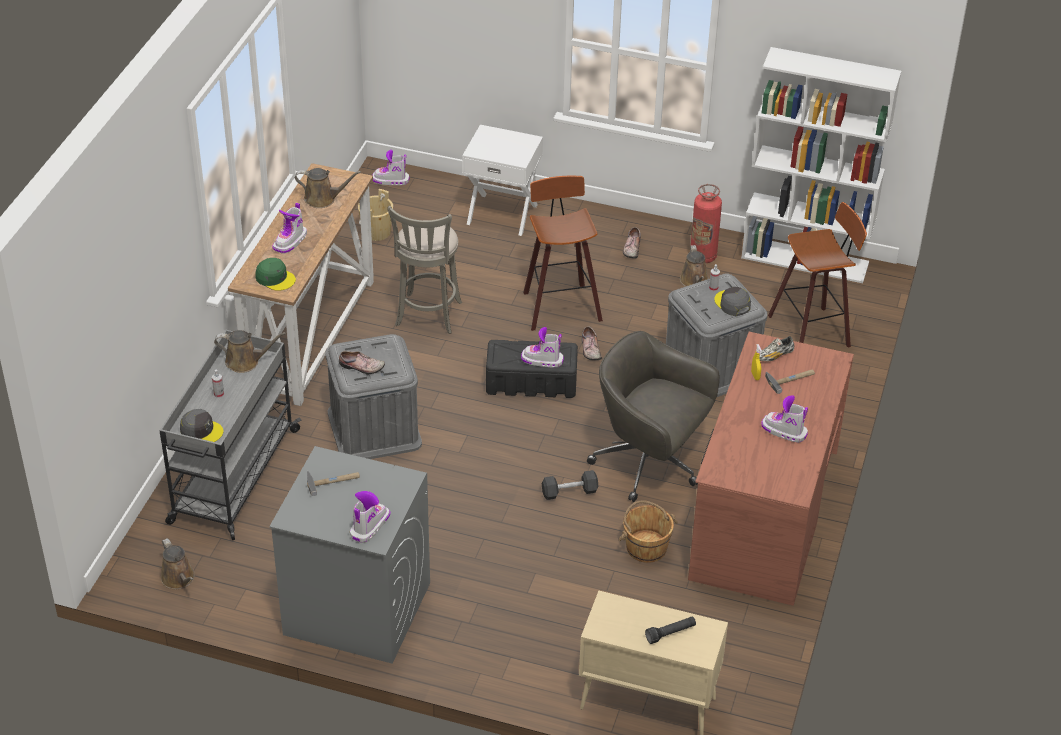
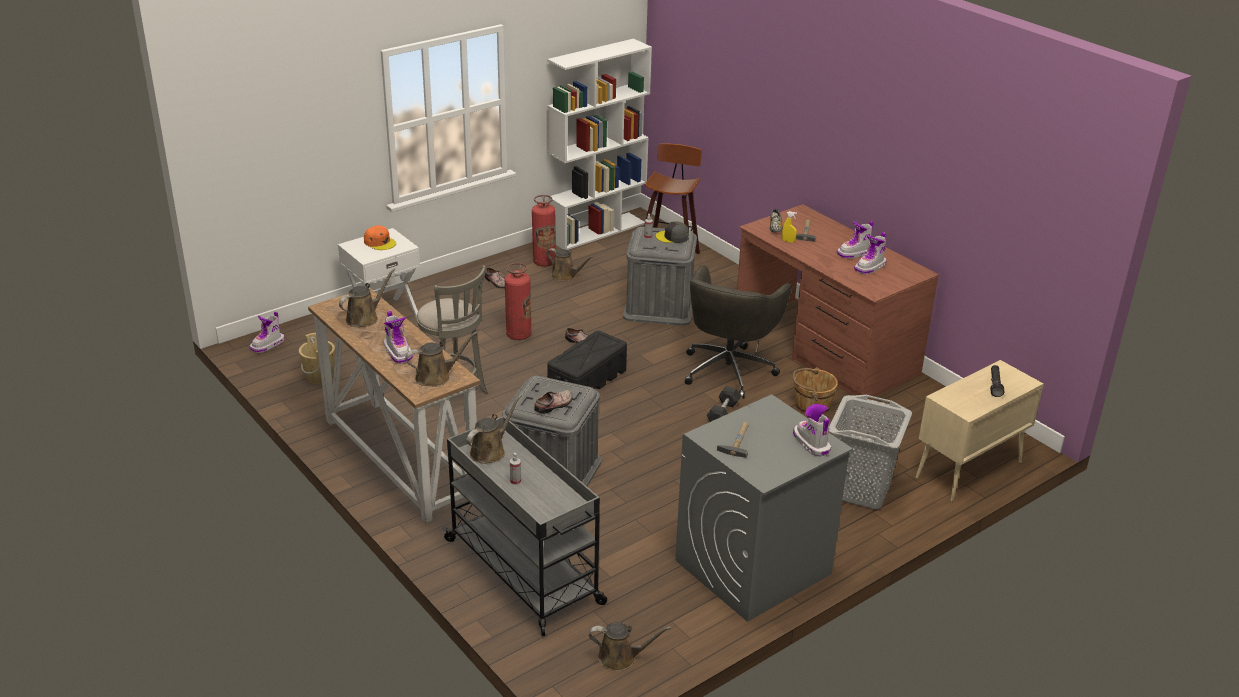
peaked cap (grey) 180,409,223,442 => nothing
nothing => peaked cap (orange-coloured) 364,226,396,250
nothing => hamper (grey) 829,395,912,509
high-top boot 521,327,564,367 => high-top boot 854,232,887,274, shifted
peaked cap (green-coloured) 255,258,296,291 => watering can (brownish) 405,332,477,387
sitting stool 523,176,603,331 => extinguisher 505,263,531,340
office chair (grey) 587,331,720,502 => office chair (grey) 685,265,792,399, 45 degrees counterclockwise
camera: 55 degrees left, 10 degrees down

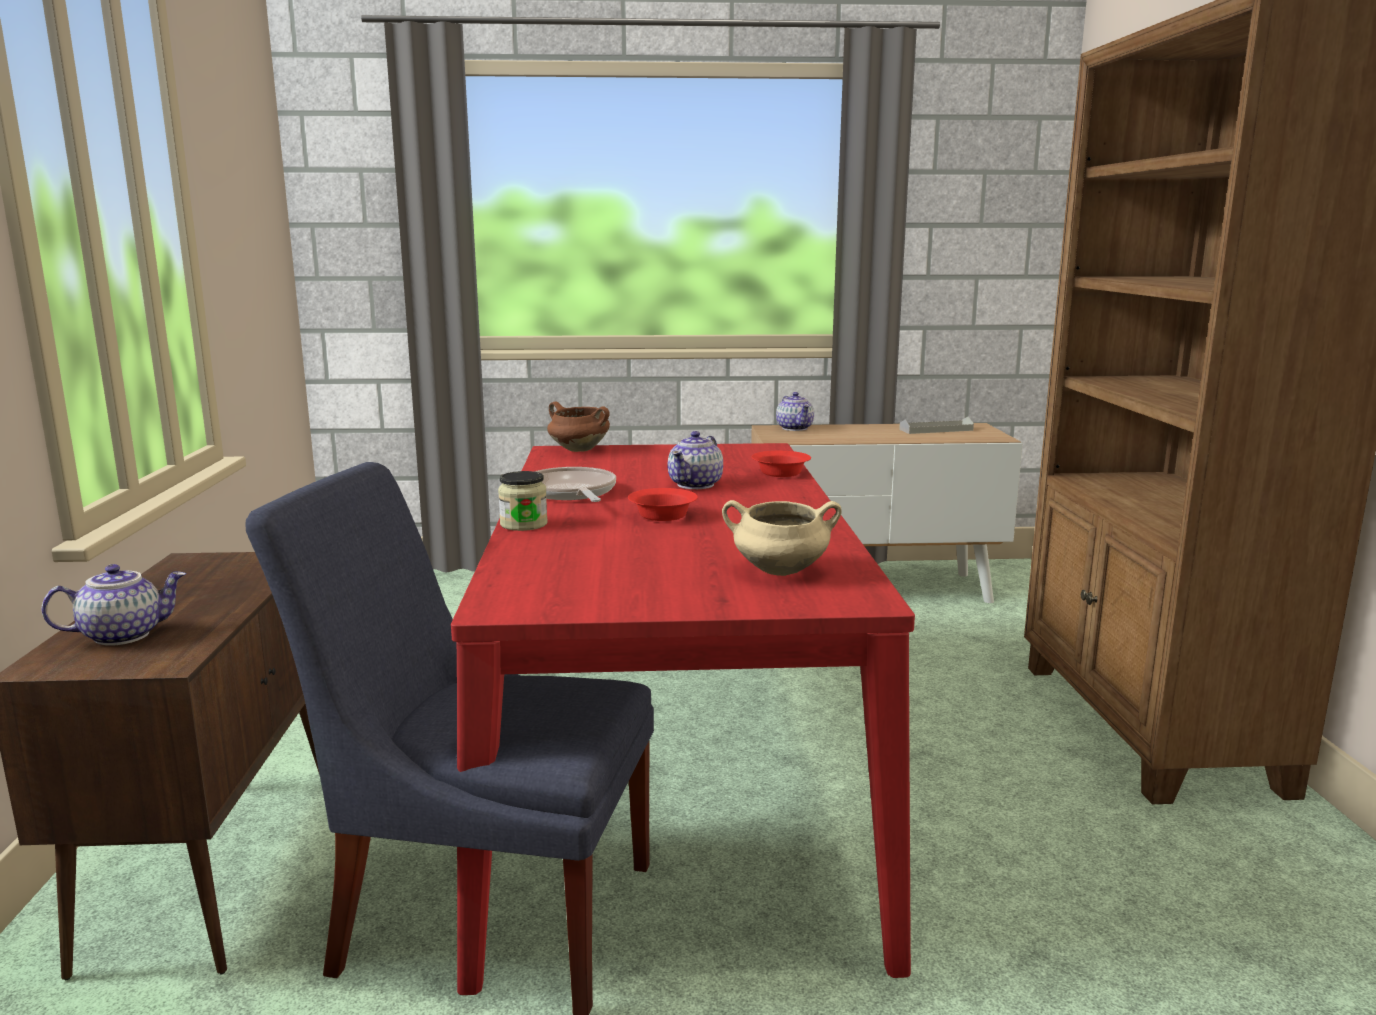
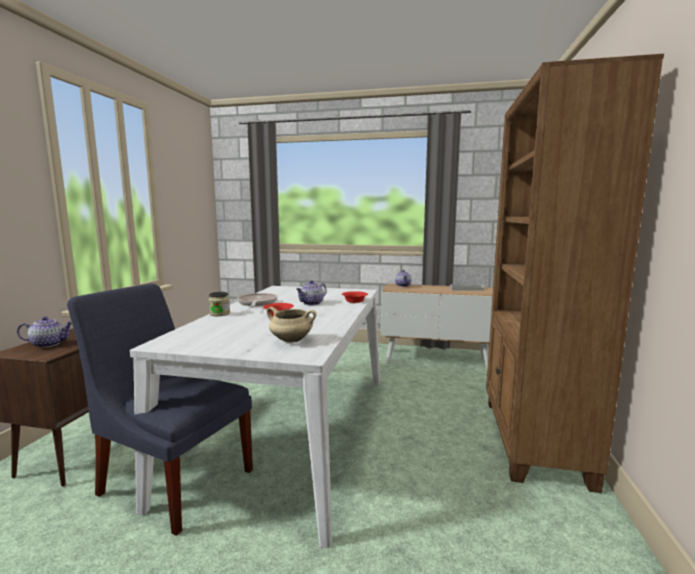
stockpot (brownish) 547,401,610,452 => nothing
dining table (red-coloured) 451,443,915,995 => dining table (white-coloured) 130,286,380,548
camera: 15 degrees right, 5 degrees down

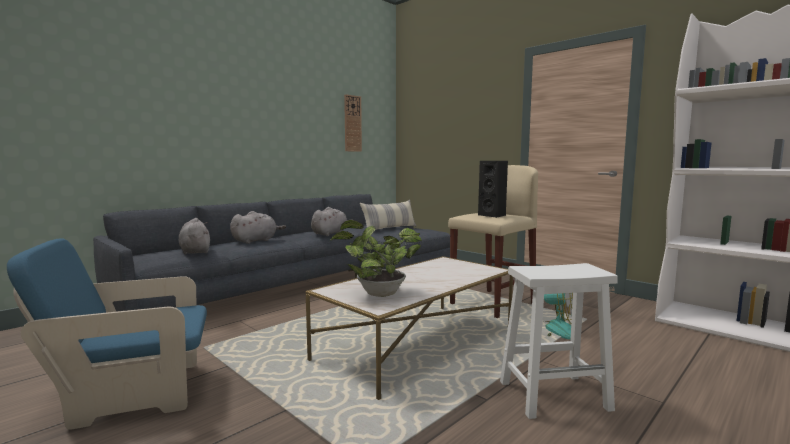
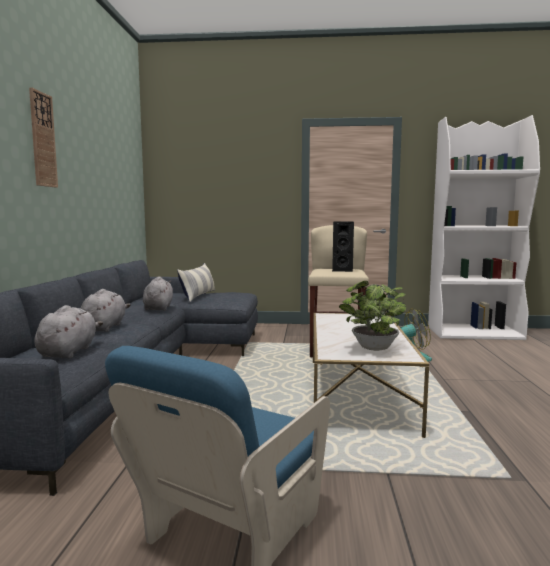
sitting stool (white-coloured) 500,263,618,419 => nothing
clock on the wall 344,94,362,152 => clock on the wall 29,87,58,188, shifted
plush toy (grey) 179,218,210,254 => plush toy (grey) 34,305,103,359, 75 degrees clockwise
camera: 40 degrees left, 0 degrees up

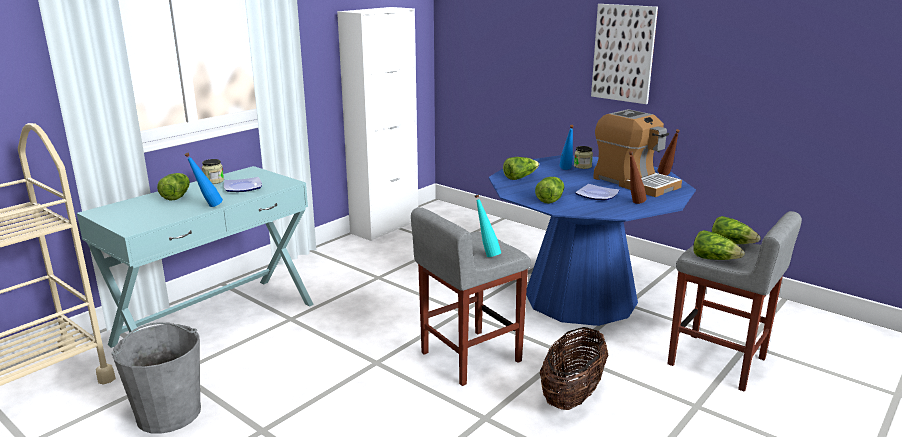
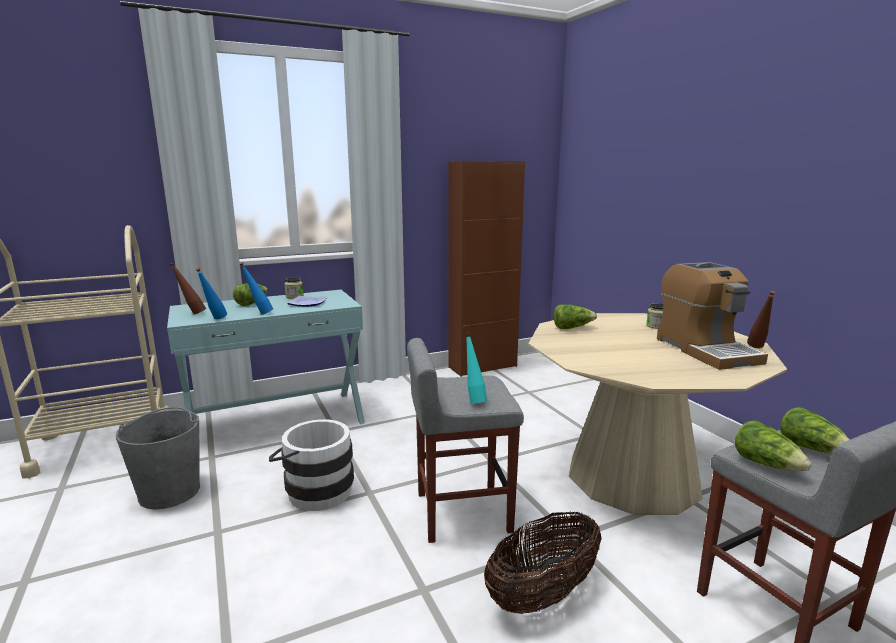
lettuce 535,177,564,204 => nothing
dinner plate 575,184,619,200 => nothing
picture 591,4,658,104 => nothing
nothing => water bucket (white-coloured) 269,419,354,511
beverage bottle (blue) 559,125,574,170 => beverage bottle (blue) 196,268,227,319, shifted
beverage bottle (brownish) 629,151,646,204 => beverage bottle (brownish) 170,263,206,315, shifted
cabinet (white-coloured) 337,7,418,241 => cabinet (brownish) 448,161,525,377
dining table (blue) 489,155,696,326 => dining table (beige) 528,313,787,515
camera: 25 degrees right, 5 degrees down

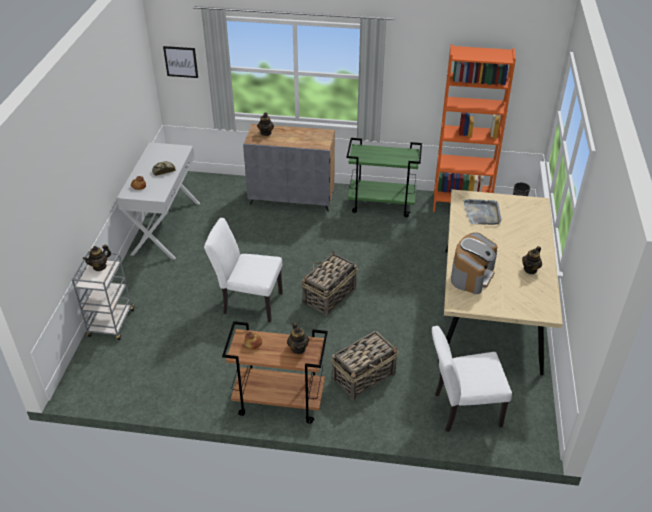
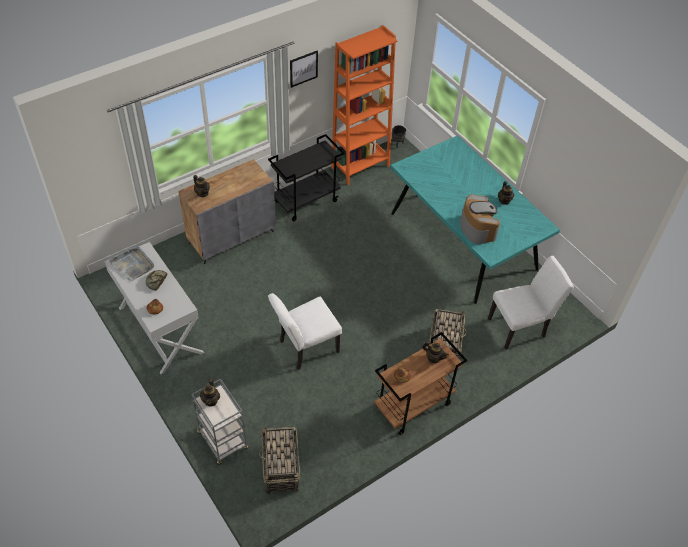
picture 163,46,198,78 => picture 290,50,318,88, shifted
storage basket 301,251,358,316 => storage basket 259,427,300,494, shifted
carrying tray (grey) 463,199,502,225 => carrying tray (grey) 109,246,154,282, shifted
trolley (green-coloured) 347,138,422,217 => trolley (blackish) 268,134,344,221
dining table (beige) 438,189,563,375 => dining table (blue-green) 390,135,560,304
plain chair (white-coloured) 432,326,512,432 => plain chair (white-coloured) 488,256,574,350, 150 degrees counterclockwise
camera: 45 degrees left, 10 degrees up

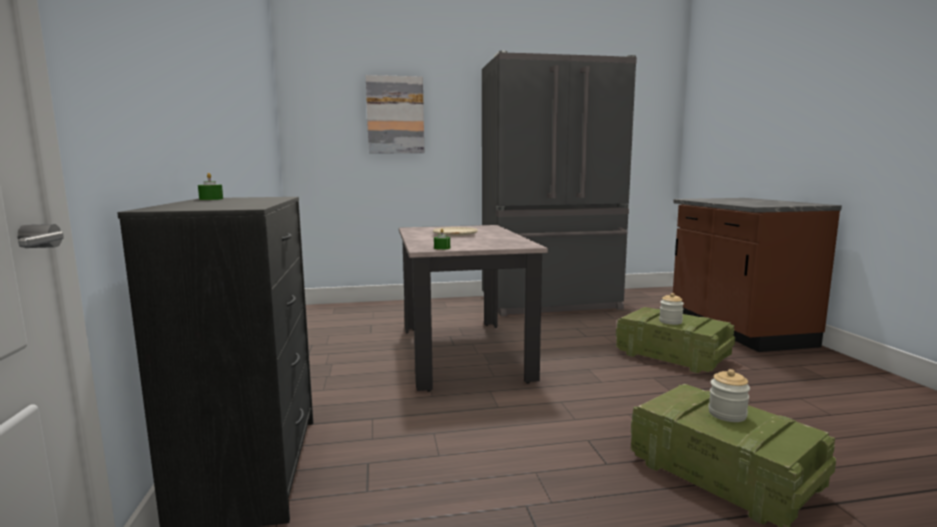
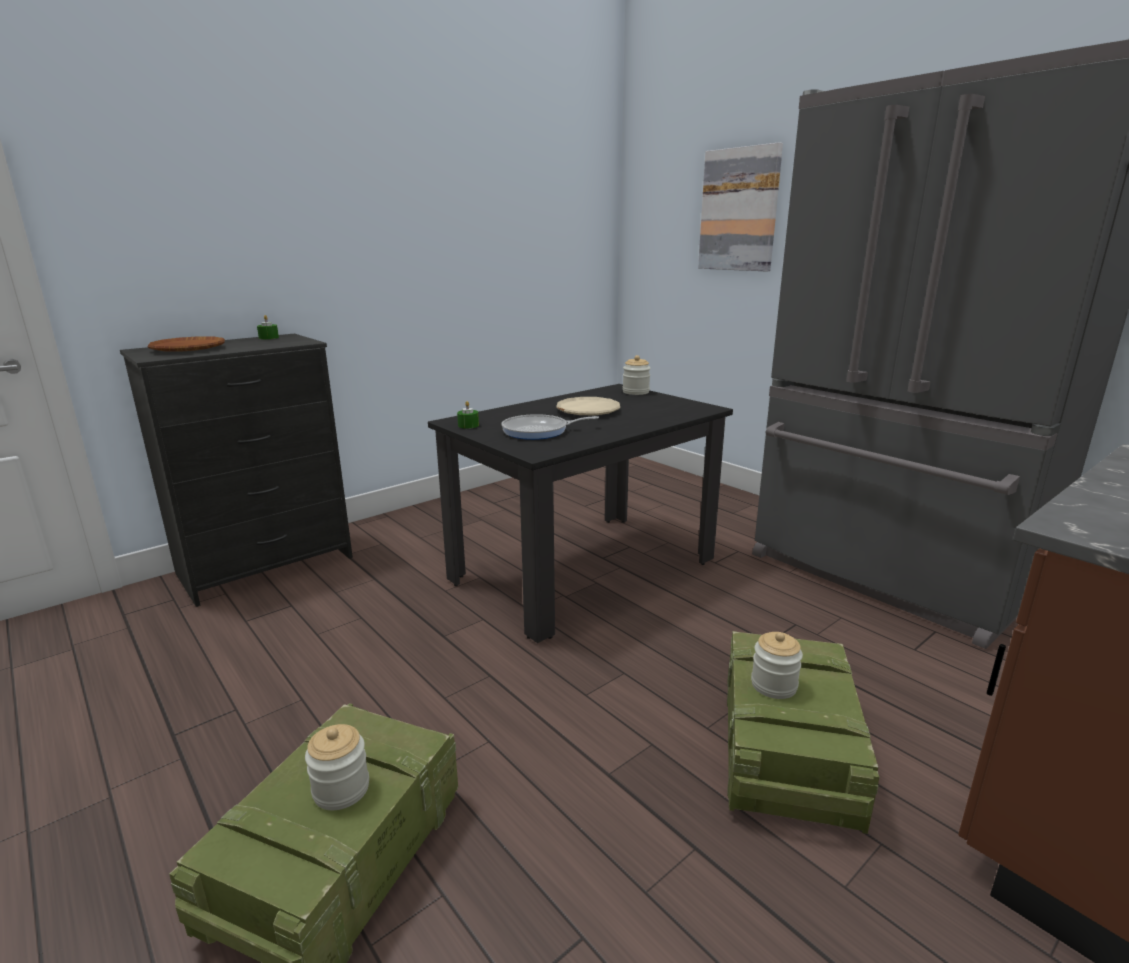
nothing => dinner plate (brownish) 147,336,225,352
nothing => frying pan 502,414,599,440
nothing => storage jar 623,355,651,395
dining table (beige) 399,225,548,392 => dining table (blackish) 428,384,733,643
camera: 60 degrees right, 10 degrees up

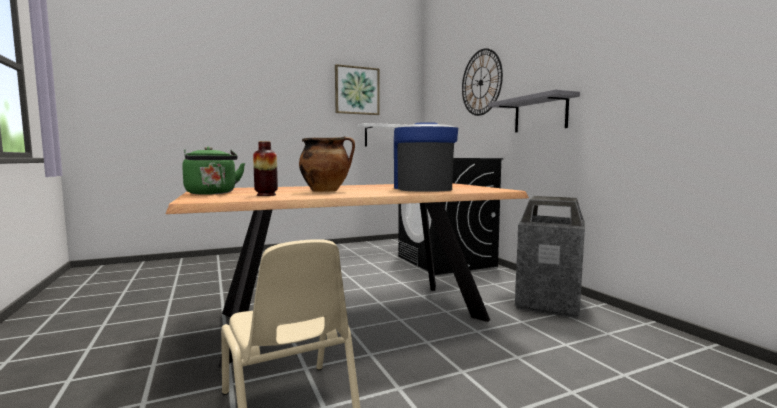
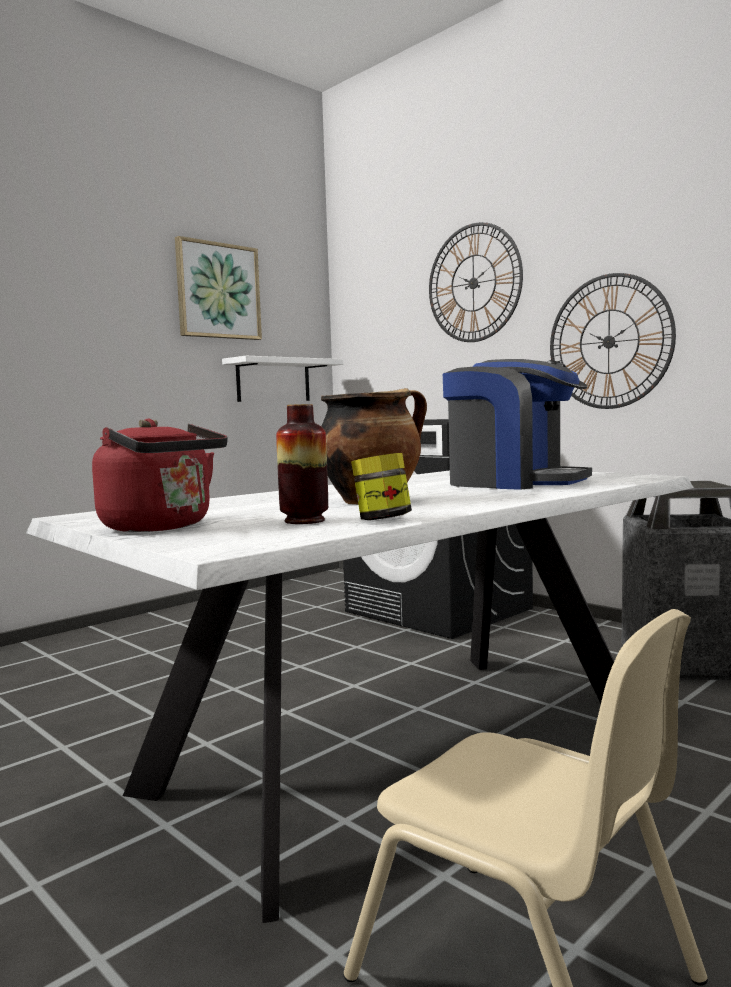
nothing => storage jar 351,453,412,520
shelf (grey) 488,89,580,132 => clock on the wall 550,273,676,409
dining table (brownish) 165,183,529,368 => dining table (white-coloured) 26,471,694,923
water kettle (green-coloured) 182,146,245,195 => water kettle (red-coloured) 92,419,228,532
coffee brewer 394,121,458,192 => coffee brewer 443,359,592,490, 150 degrees clockwise
camera: 20 degrees left, 0 degrees up

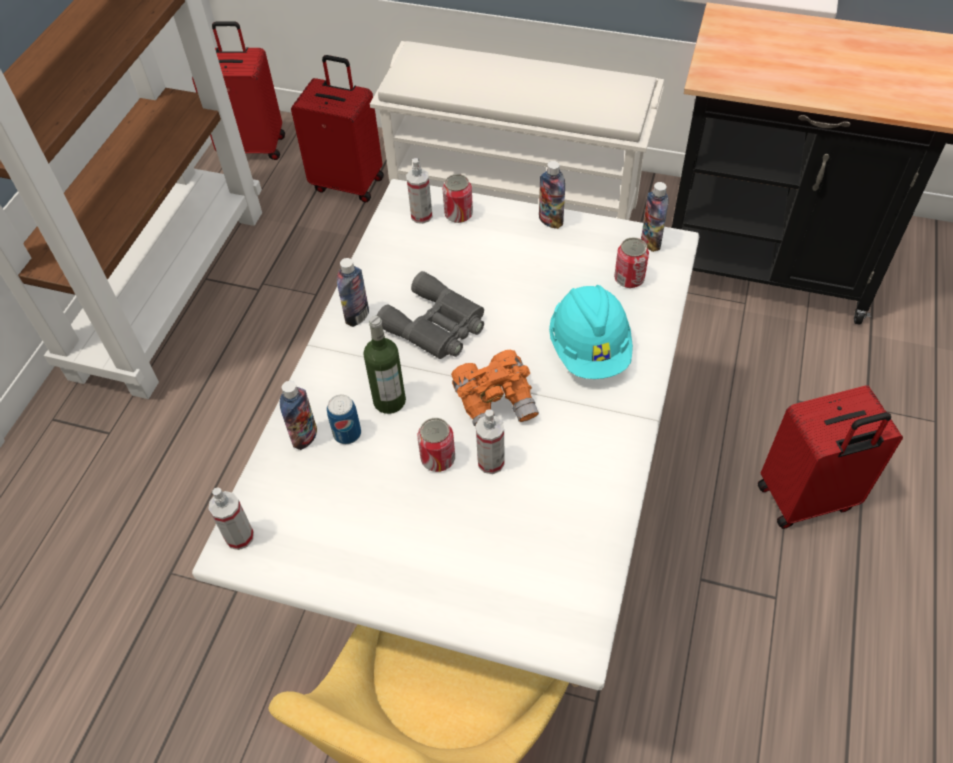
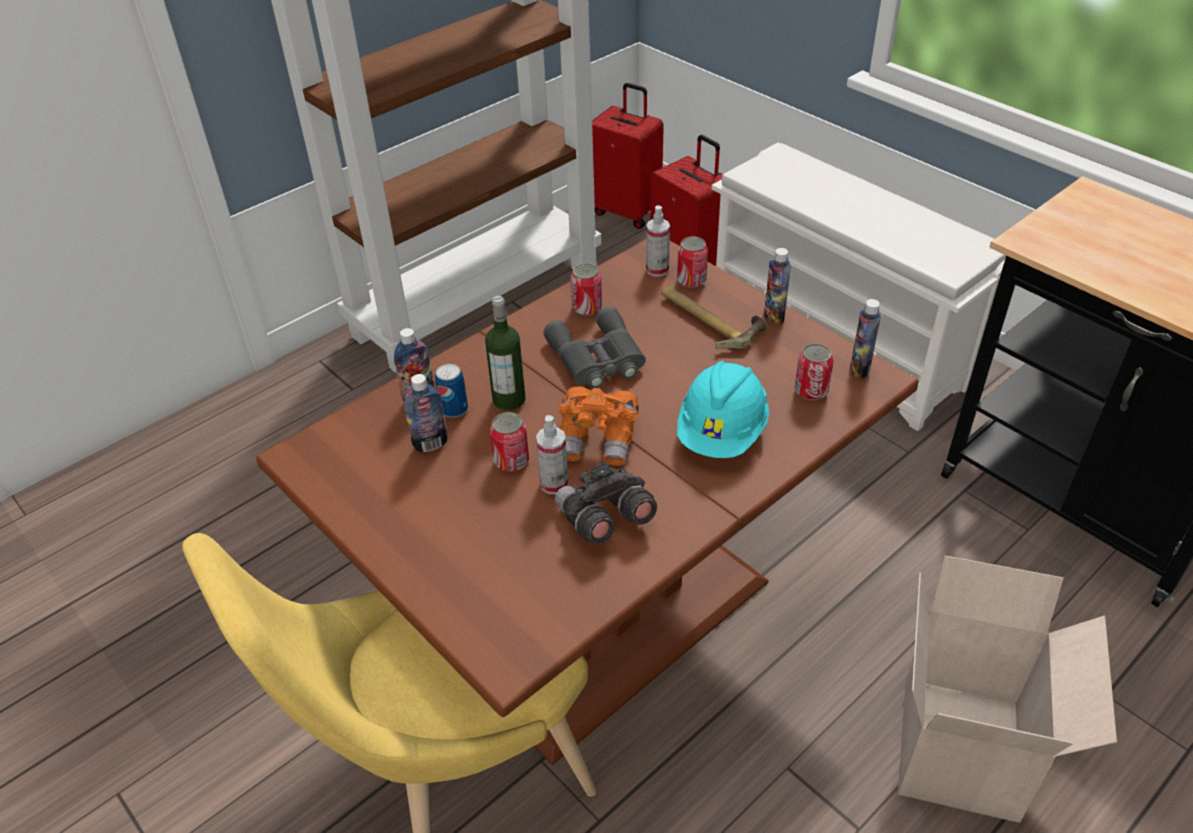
sprayer 208,487,254,550 => nothing
nothing => binoculars (grey) 555,462,657,544
nothing => metal can 570,263,602,316
nothing => tool hammer 661,286,767,350
beverage bottle 337,258,369,327 => beverage bottle 404,374,448,452, shifted
suitcase (red-coloured) 758,385,903,529 => packing box 898,555,1117,823
dining table (white-coloured) 192,179,699,690 => dining table (brownish) 256,239,919,765
camera: 30 degrees right, 10 degrees down

